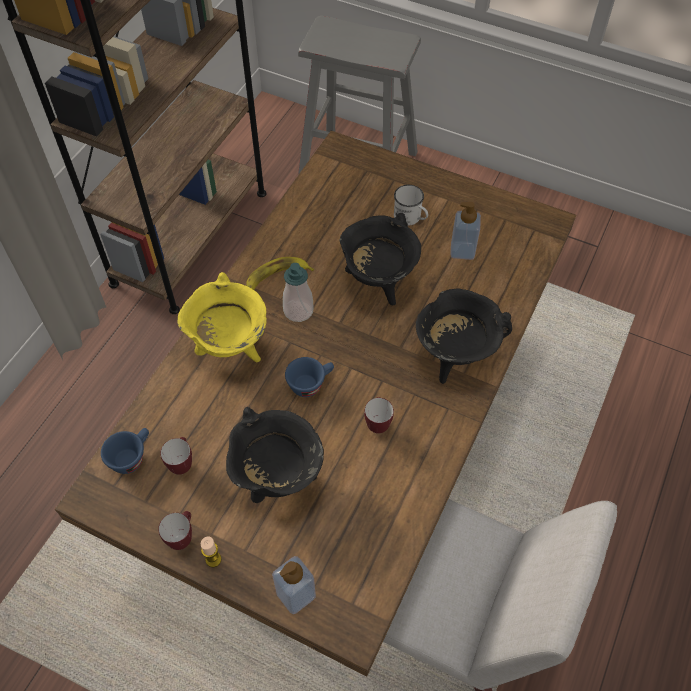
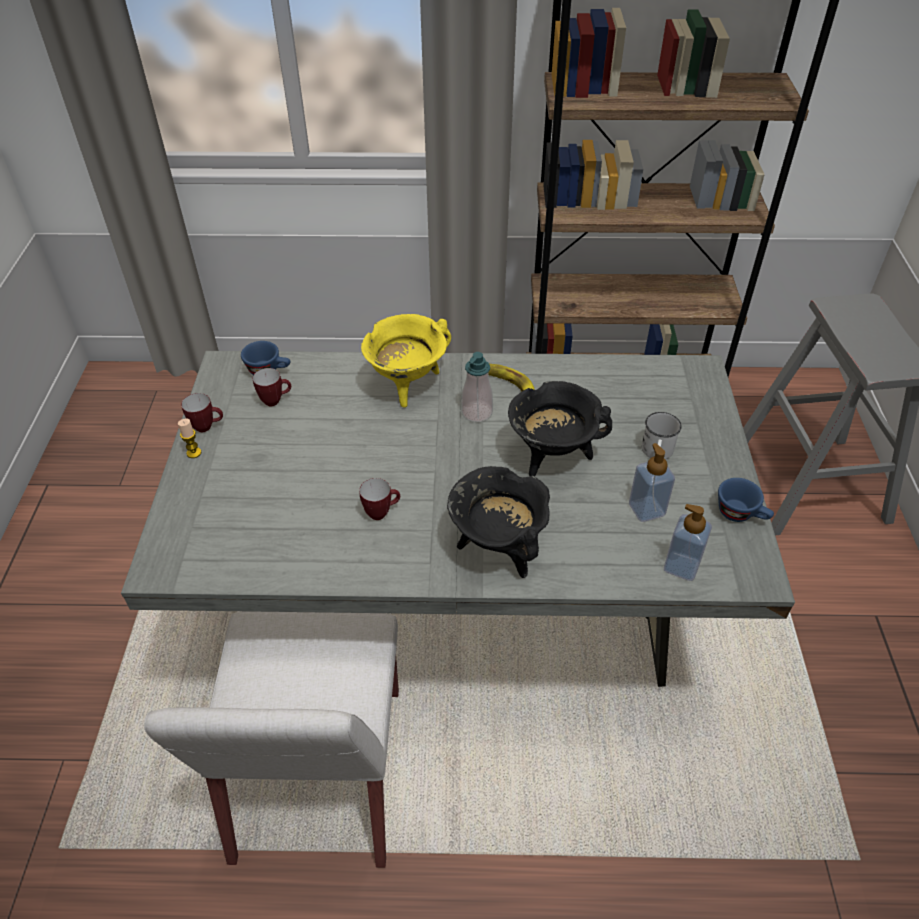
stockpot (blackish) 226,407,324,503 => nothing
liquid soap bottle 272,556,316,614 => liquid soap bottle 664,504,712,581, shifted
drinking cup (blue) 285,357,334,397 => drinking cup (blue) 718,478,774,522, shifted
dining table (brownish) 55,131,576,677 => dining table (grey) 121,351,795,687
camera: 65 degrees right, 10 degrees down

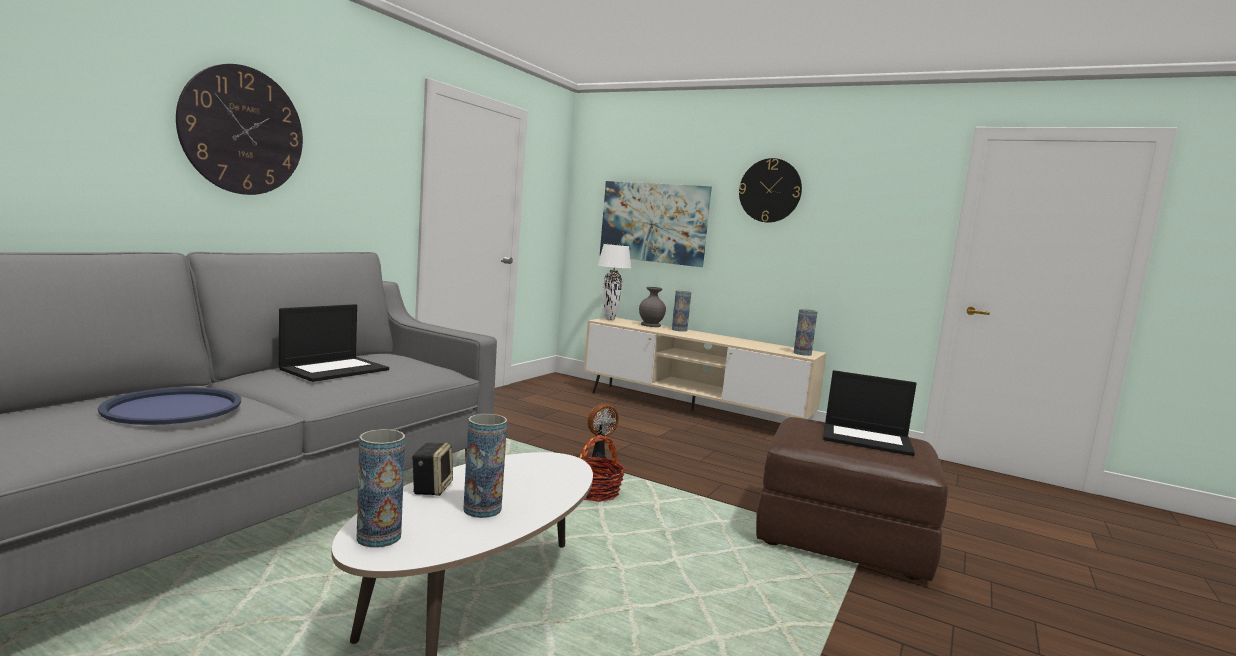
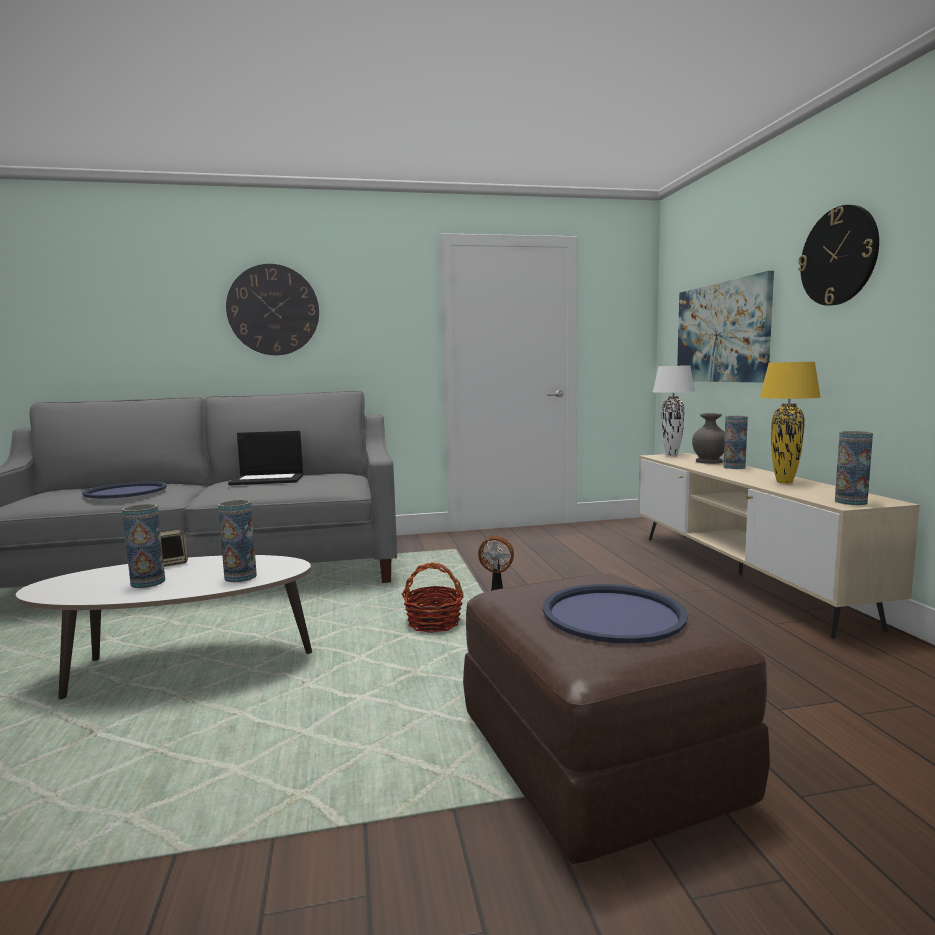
nothing => tabletop lamp (yellowish) 759,362,821,484
flower vase 356,429,405,548 => flower vase 218,500,257,582, shifted
laptop 823,370,917,456 => carrying tray (blue) 543,584,688,643
camera: 50 degrees right, 0 degrees up

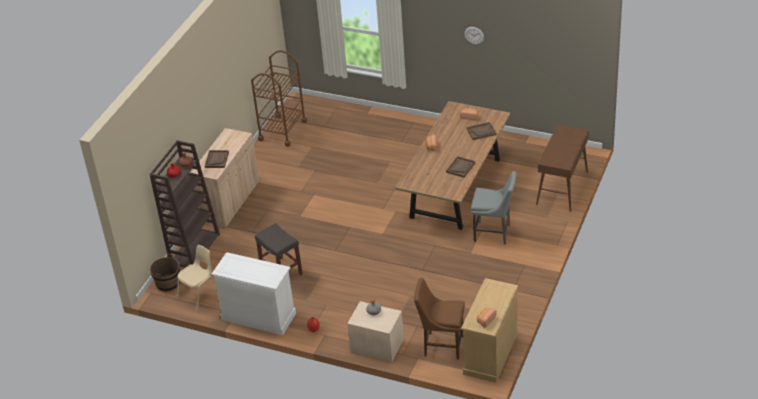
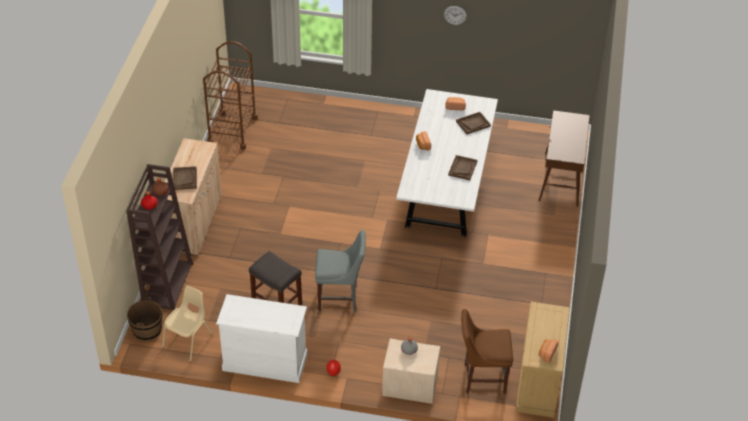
plain chair (grey) 471,171,516,245 => plain chair (grey) 315,230,366,312, shifted
dining table (brownish) 395,101,510,230 => dining table (white-coloured) 396,89,498,237
camera: 15 degrees left, 5 degrees up

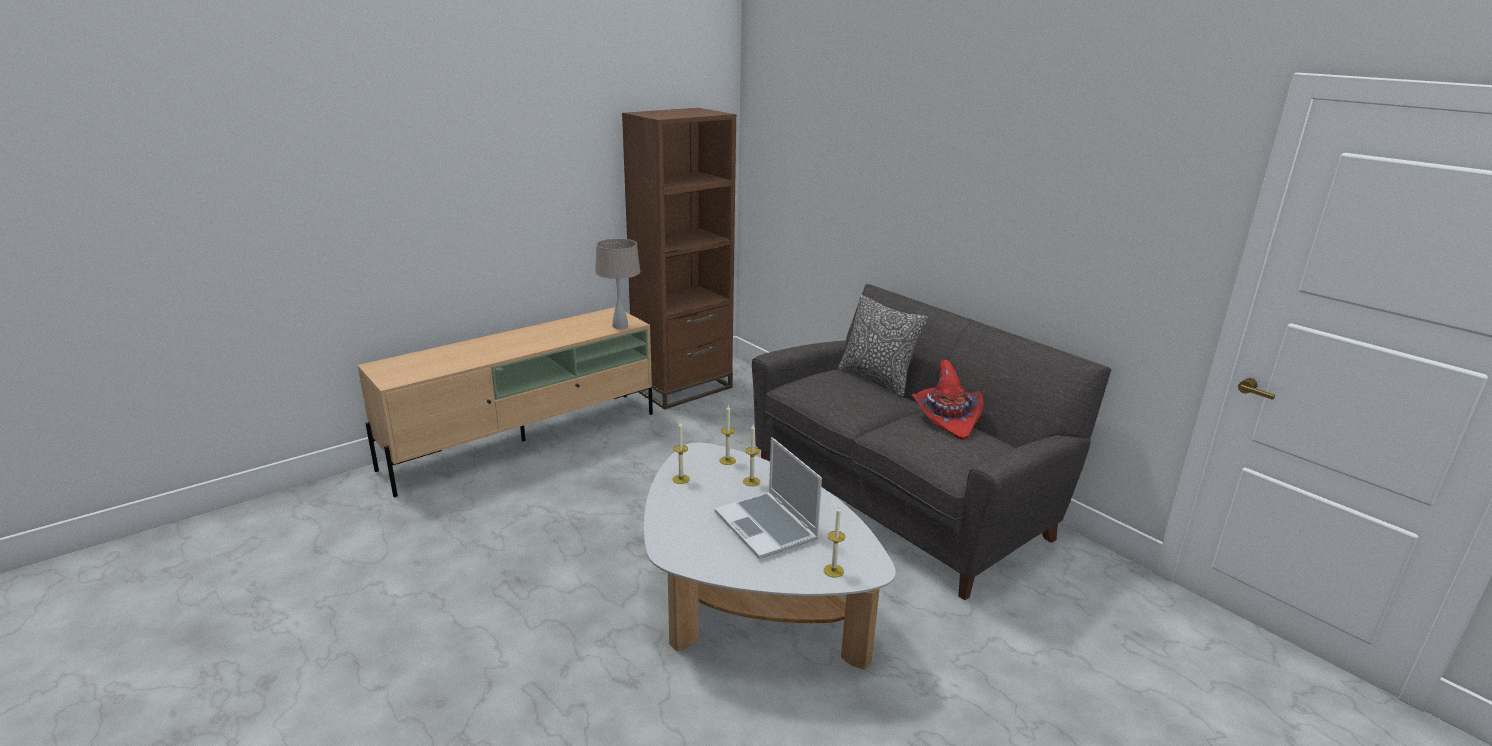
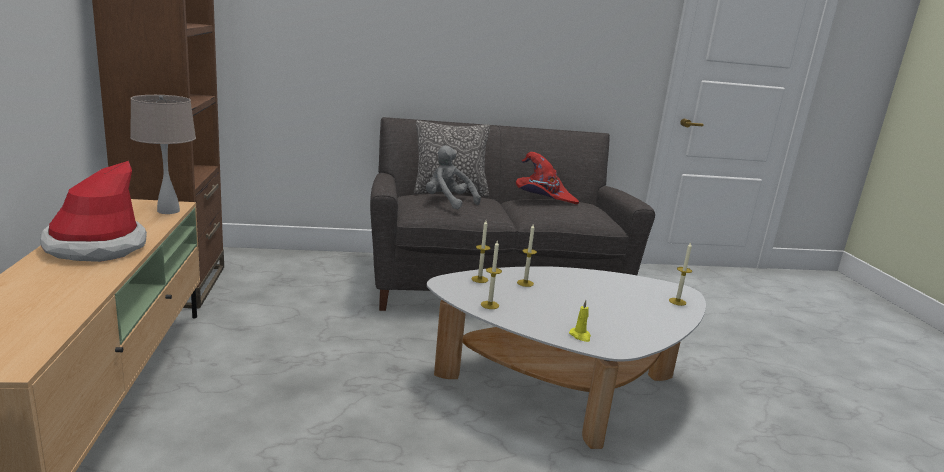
laptop 715,437,822,559 => nothing
nothing => hat 40,161,147,262
nothing => plush toy (grey) 426,145,481,209
nothing => candle (yellowish) 569,300,591,342
camera: 60 degrees left, 5 degrees down

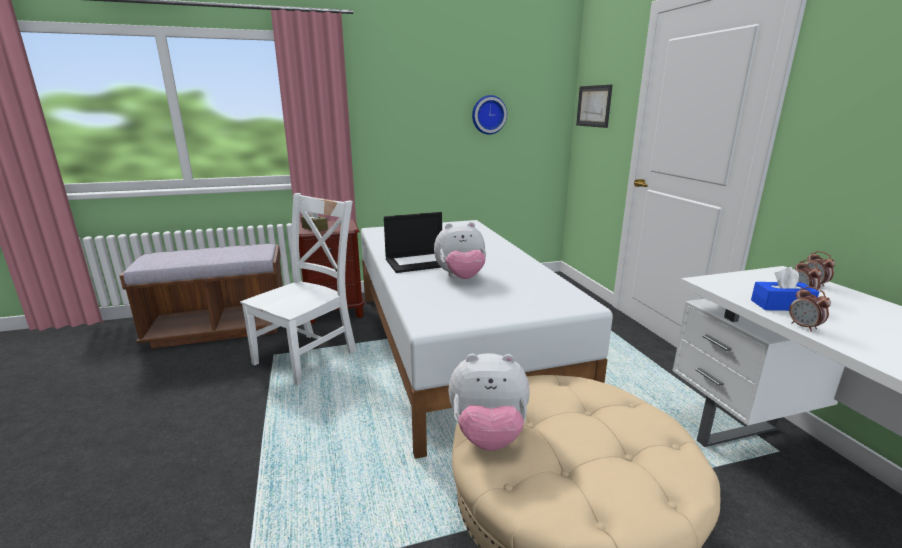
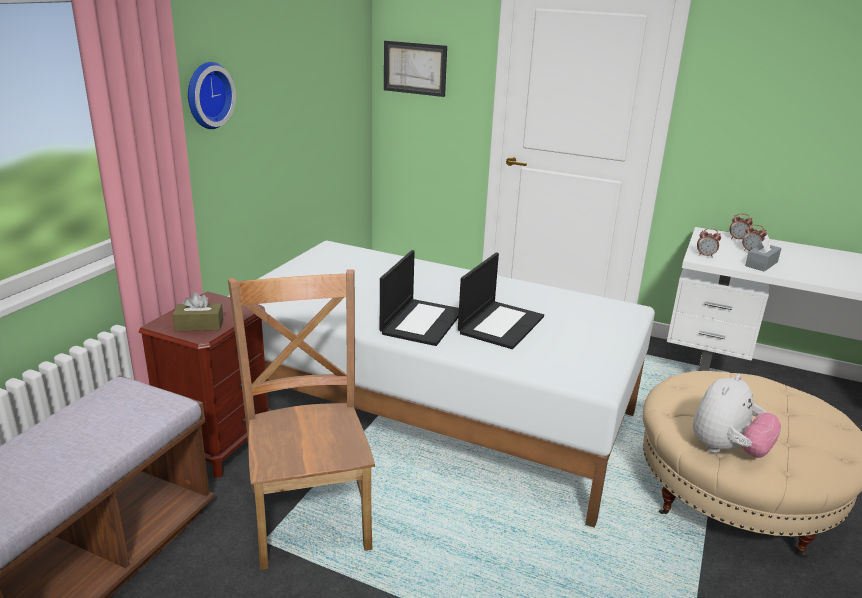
clock on the wall 472,95,507,135 => clock on the wall 188,62,236,129, shifted
alarm clock 789,286,831,332 => alarm clock 697,228,721,258, shifted
plush toy 434,222,486,279 => laptop 458,252,544,349
plain chair (white-coloured) 240,193,357,385 => plain chair (brownish) 228,269,375,570
box of tissues (blue) 751,267,819,311 => box of tissues (grey) 745,234,781,272
camera: 50 degrees left, 5 degrees up

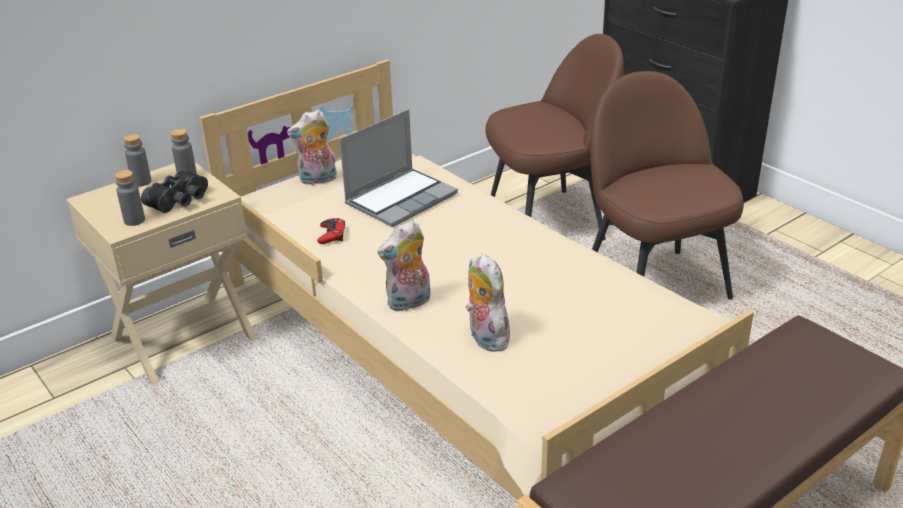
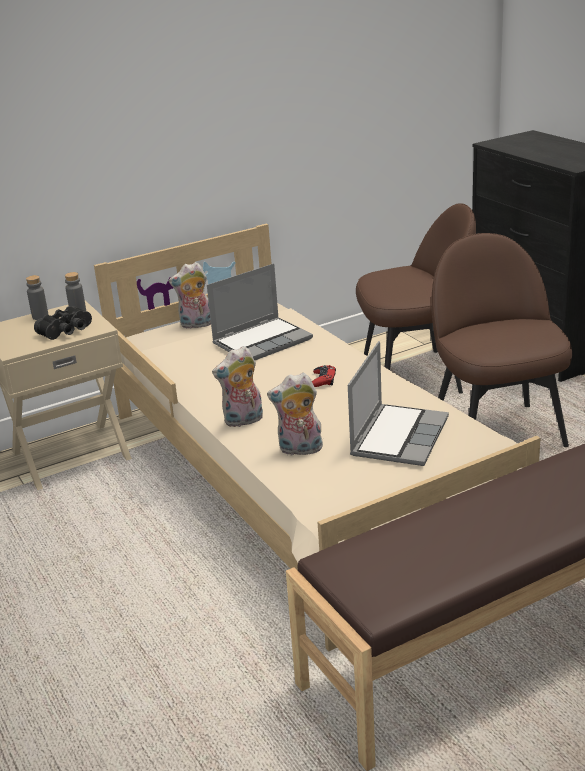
beverage bottle (grey) 115,170,145,226 => nothing
nothing => laptop 348,341,449,466
game controller (red-coloured) 317,218,345,244 => game controller (red-coloured) 312,365,336,387, shifted
plush toy 466,254,513,352 => plush toy 267,373,323,457, 75 degrees counterclockwise
camera: 10 degrees right, 5 degrees down

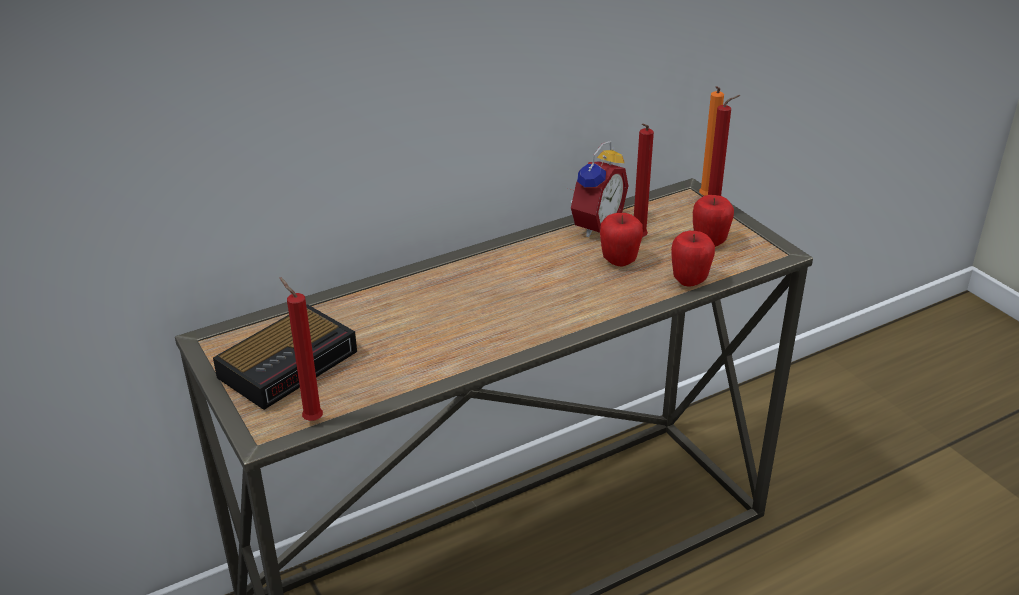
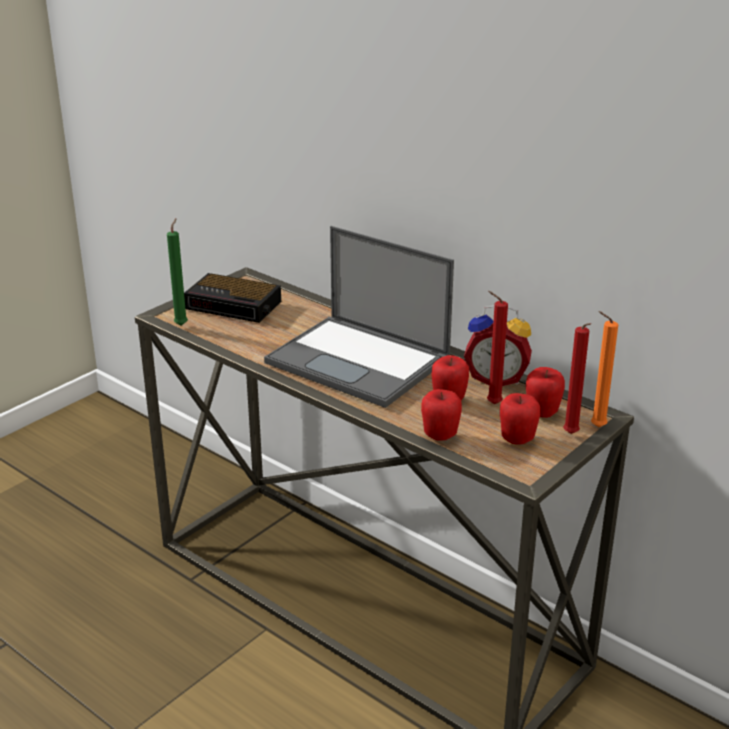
nothing => laptop 264,226,454,408
nothing => apple fruit 526,367,565,418
candle (red-coloured) 279,277,323,421 => candle (green-coloured) 167,218,188,326
camera: 70 degrees right, 5 degrees down

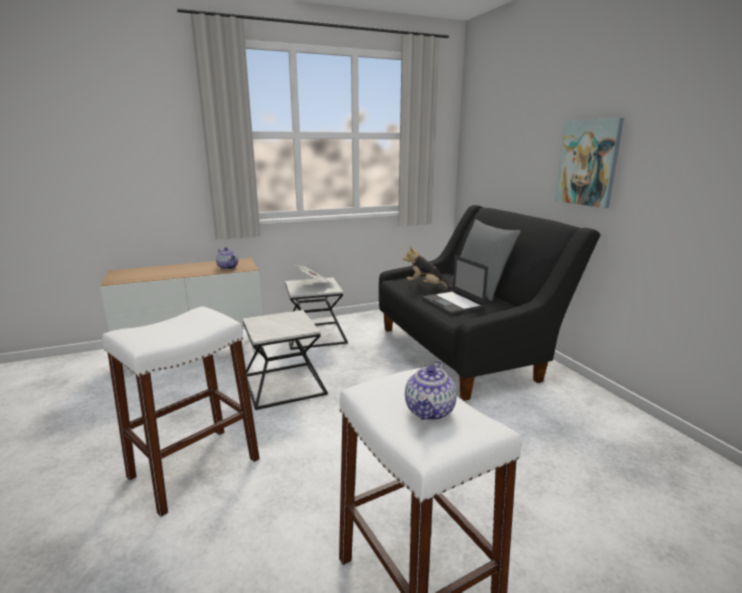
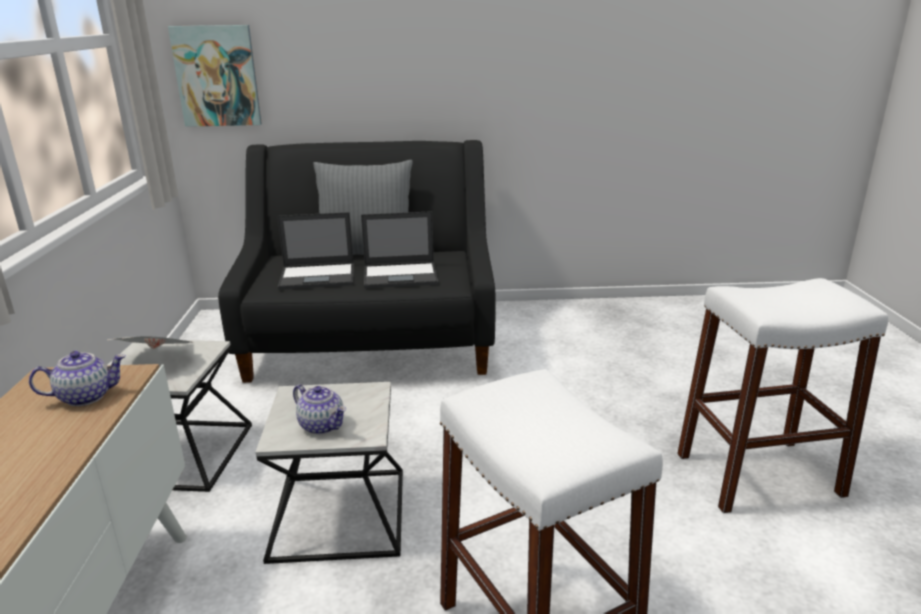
pot for tea 405,360,457,420 => pot for tea 293,384,346,434, shifted
picture 555,118,624,208 => picture 168,25,262,127, shifted
plush toy 403,246,453,290 => laptop 277,212,354,290
camera: 70 degrees left, 5 degrees up

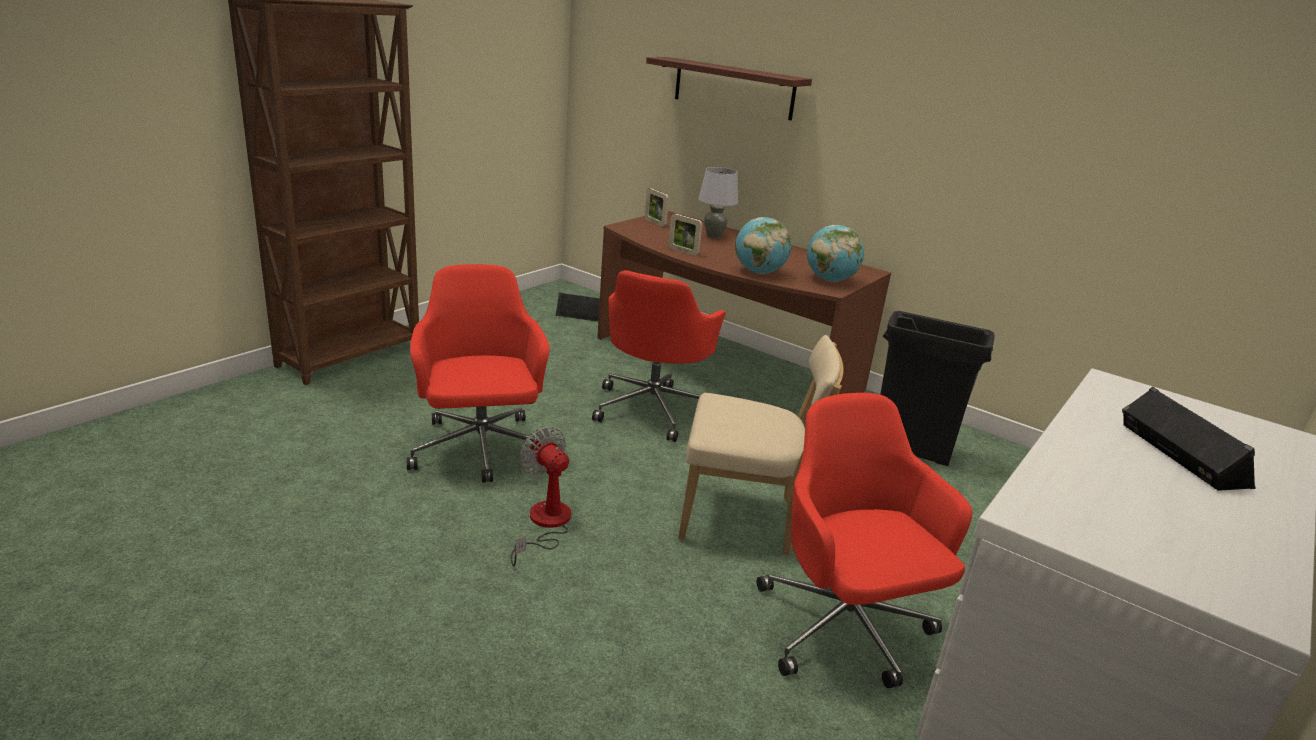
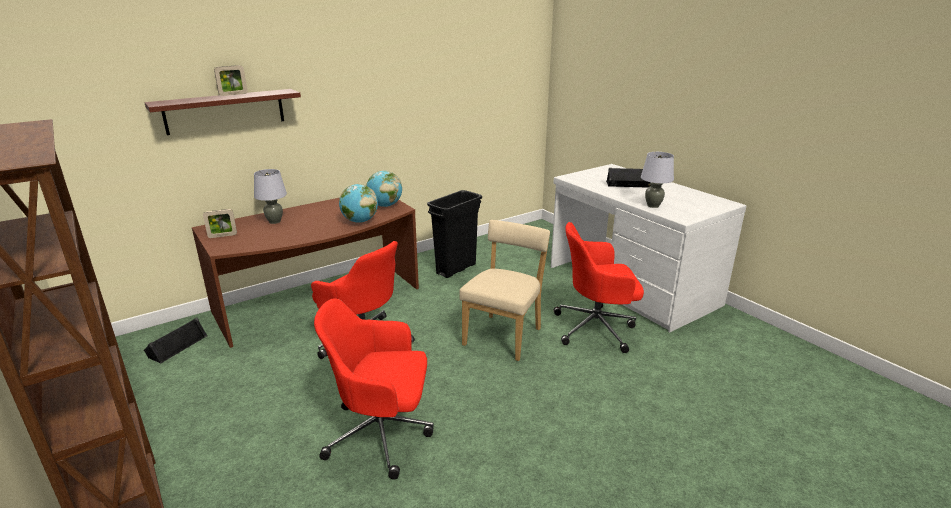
fan 511,427,571,566 => nothing
nothing => tabletop lamp (grey) 641,152,674,208
standing frame 668,214,702,256 => standing frame 214,65,248,96, shifted
camera: 70 degrees left, 0 degrees up

